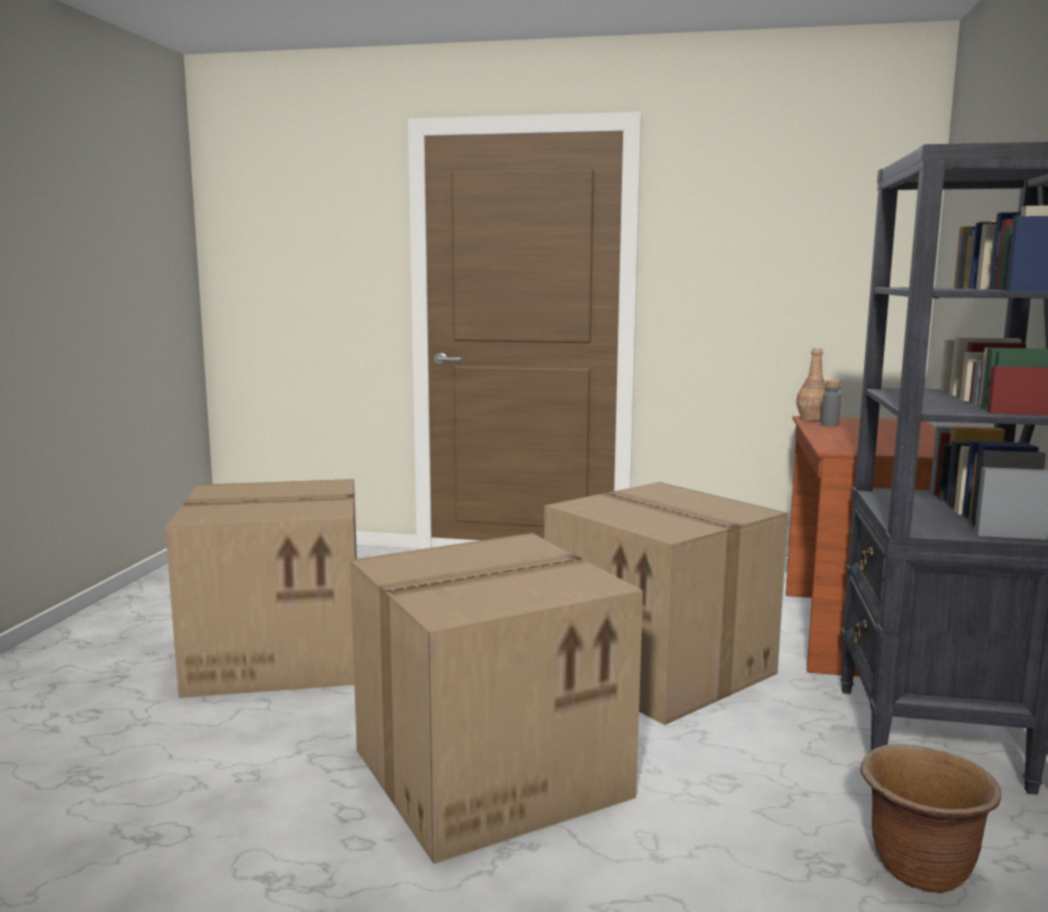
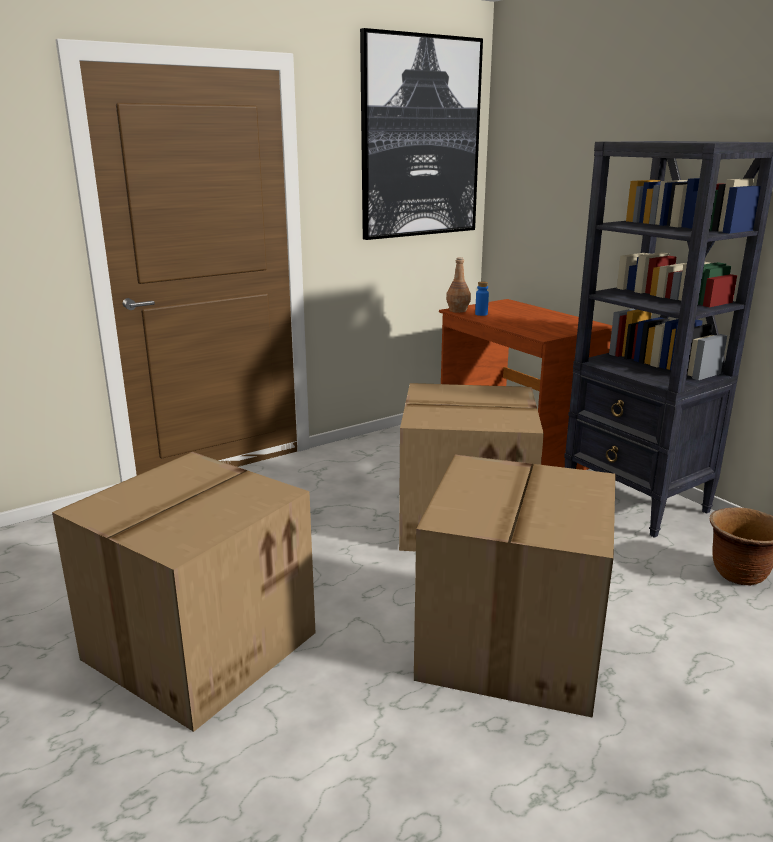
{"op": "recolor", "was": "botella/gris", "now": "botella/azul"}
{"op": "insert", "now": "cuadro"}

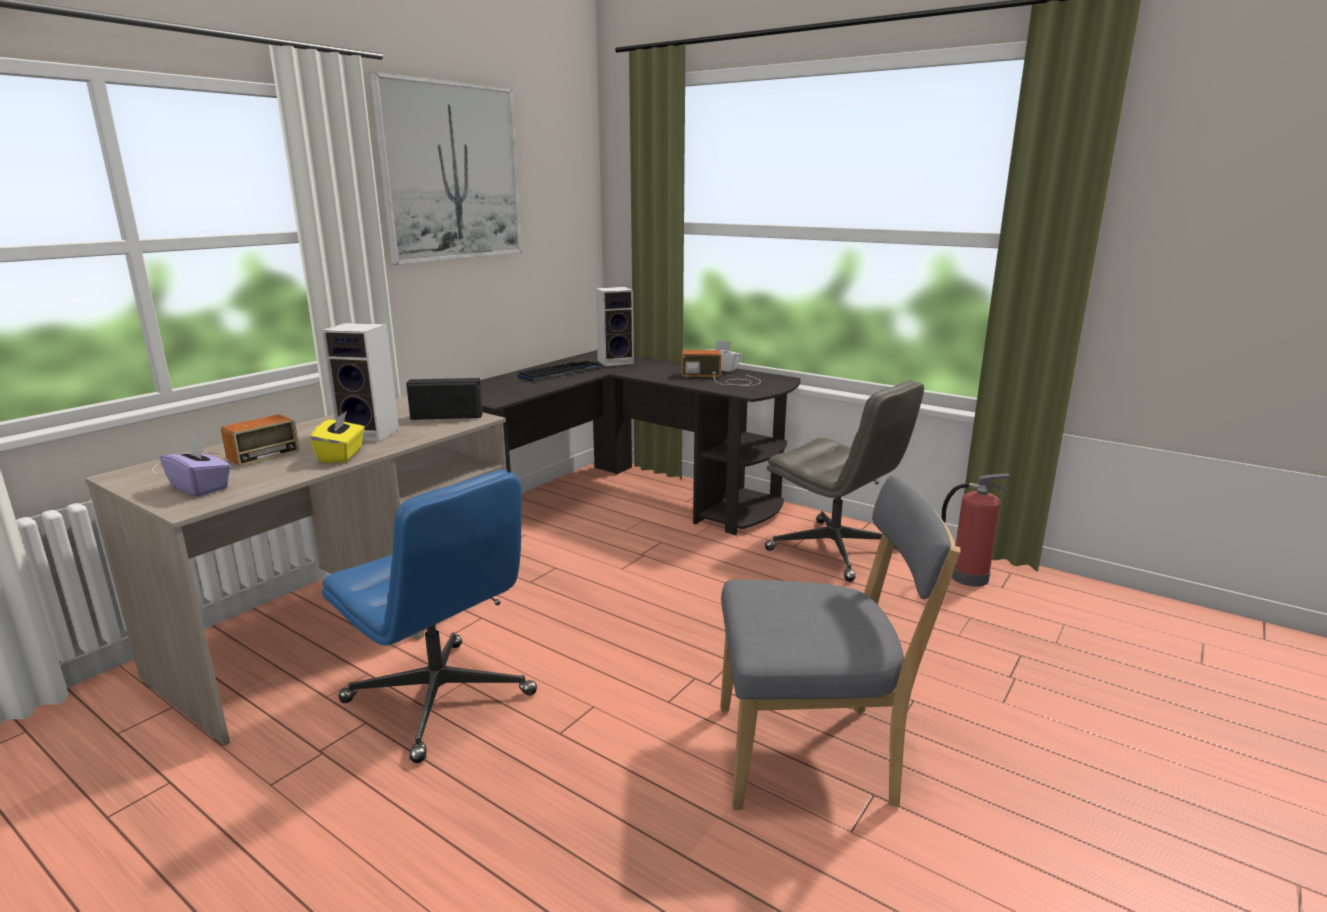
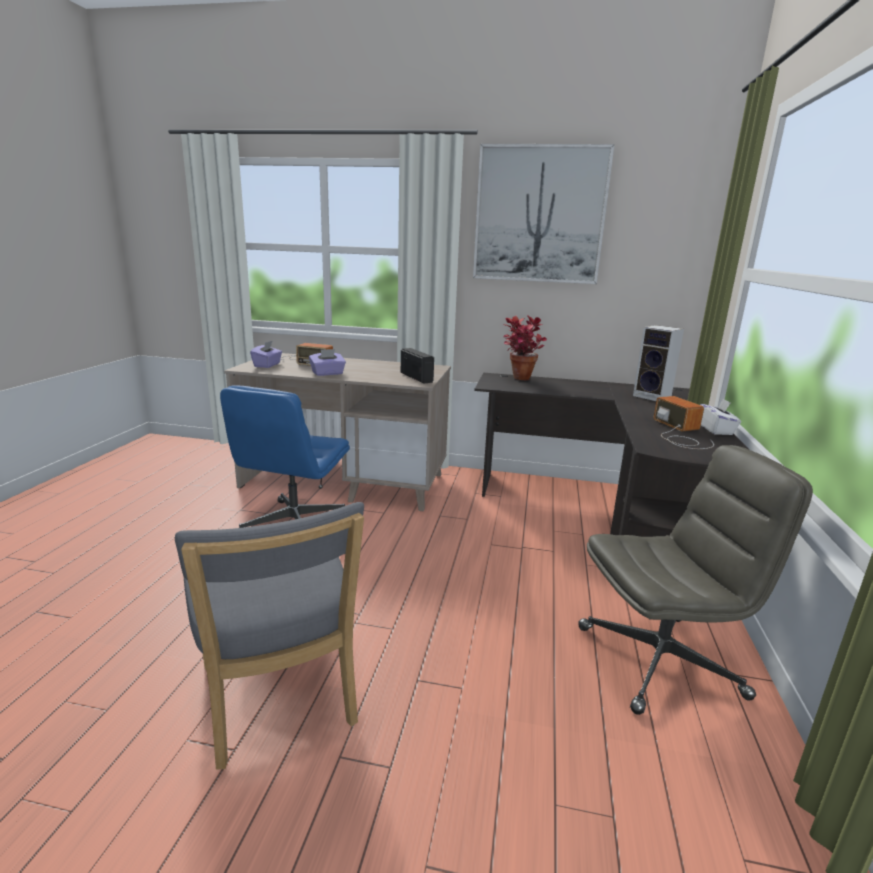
{"op": "delete", "was": "altavoz (1st from left)"}
{"op": "delete", "was": "teclado"}
{"op": "rotate", "was": "silla de oficina/gris", "clockwise": -120}
{"op": "recolor", "was": "caja de pañuelos/amarillo", "now": "caja de pañuelos/morado (2nd from left)"}
{"op": "delete", "was": "extintor"}
{"op": "insert", "now": "planta en maceta"}

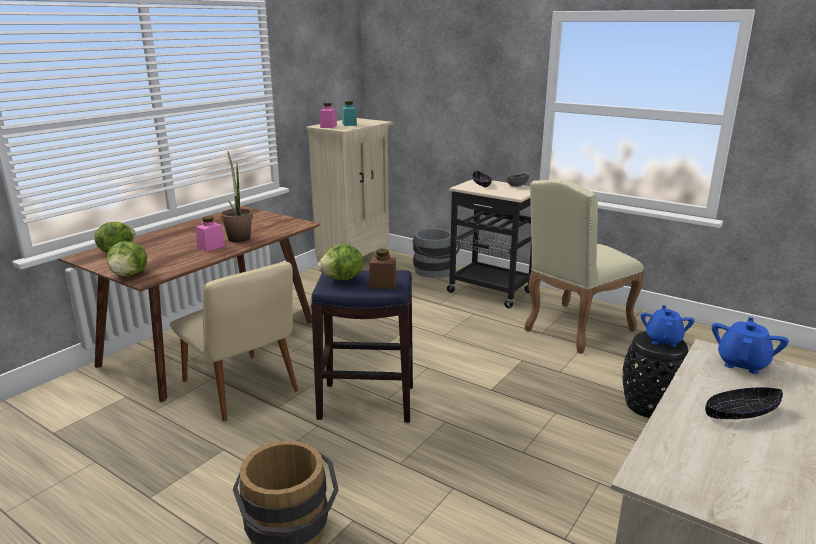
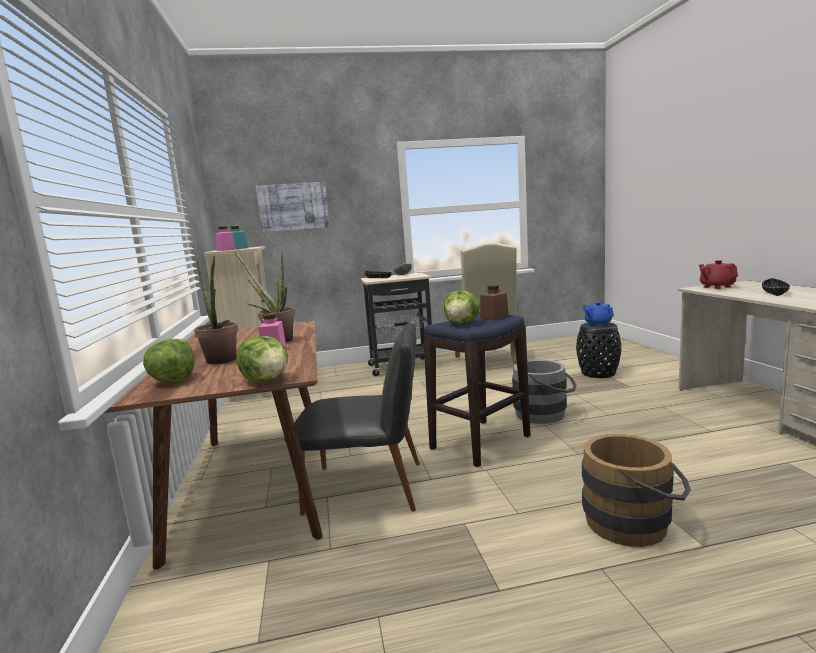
{"op": "move", "was": "cubo/gris"}
{"op": "recolor", "was": "silla/beis (1st from left)", "now": "silla/negro"}
{"op": "recolor", "was": "tetera/azul (2nd from left)", "now": "tetera/rojo"}
{"op": "insert", "now": "cuadro"}
{"op": "insert", "now": "planta en maceta (1st from left)"}

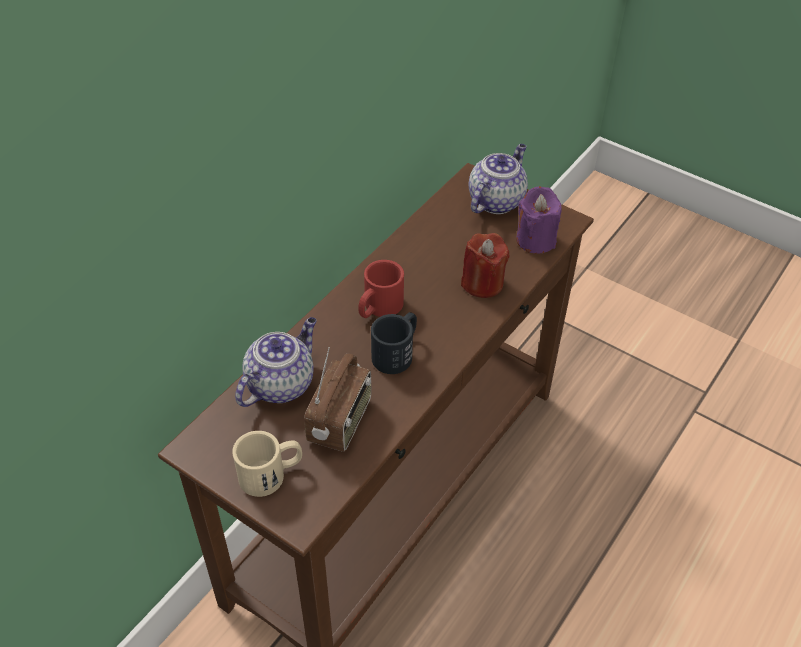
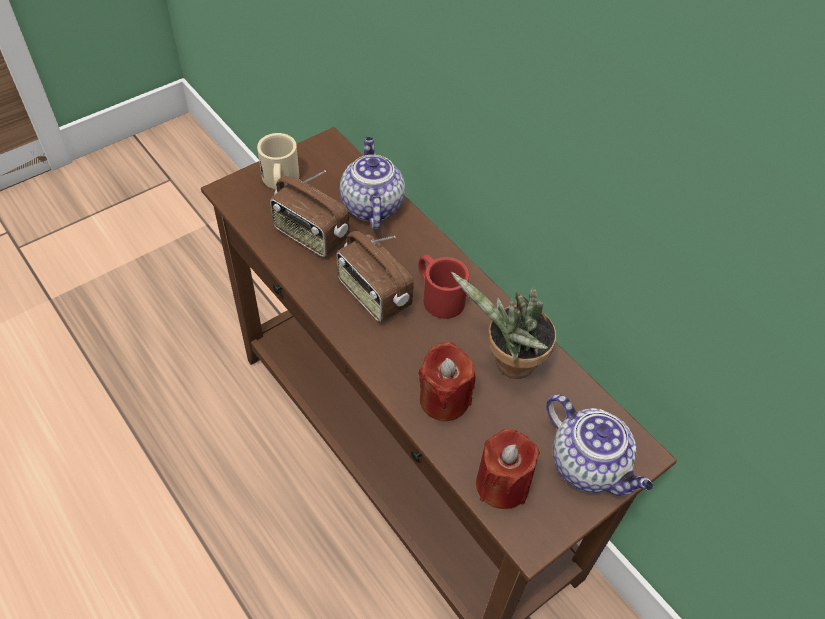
{"op": "recolor", "was": "vela/morado", "now": "vela/rojo (2nd from left)"}
{"op": "replace", "was": "taza grande/negro", "now": "radio (2nd from left)"}
{"op": "rotate", "was": "tetera (1st from left)", "clockwise": -150}
{"op": "insert", "now": "planta en maceta"}

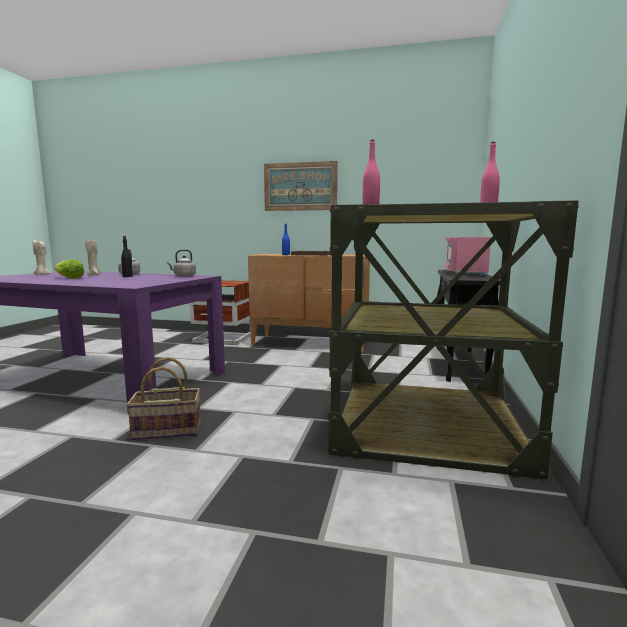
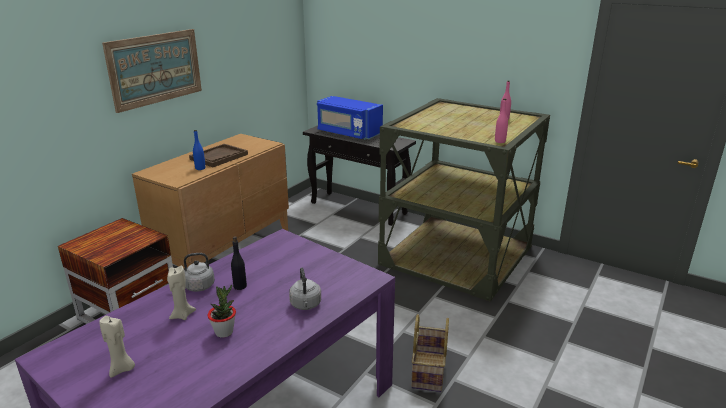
{"op": "recolor", "was": "microondas/rosa", "now": "microondas/azul"}
{"op": "move", "was": "hervidor/gris (2nd from left)"}
{"op": "replace", "was": "lechuga", "now": "planta en maceta"}

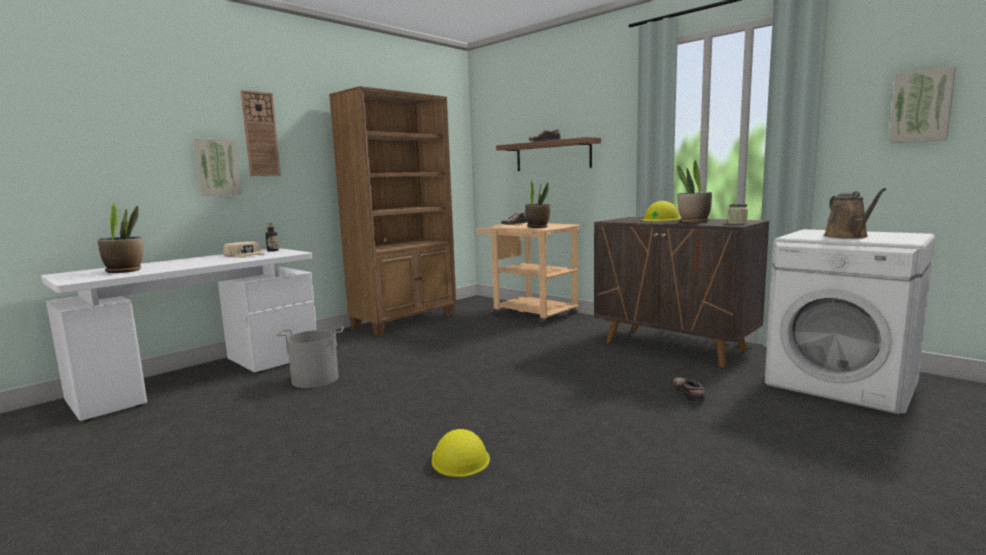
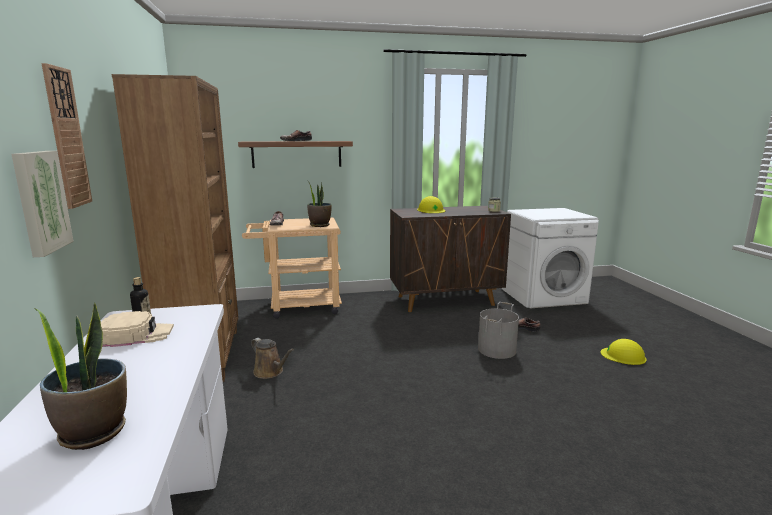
{"op": "delete", "was": "cuadro (2nd from left)"}
{"op": "delete", "was": "planta en maceta (3rd from left)"}
{"op": "move", "was": "regadera/marrón"}
{"op": "move", "was": "cubo/gris"}
{"op": "move", "was": "casco/amarillo (1st from left in the first image)", "now": "casco/amarillo (2nd from left)"}

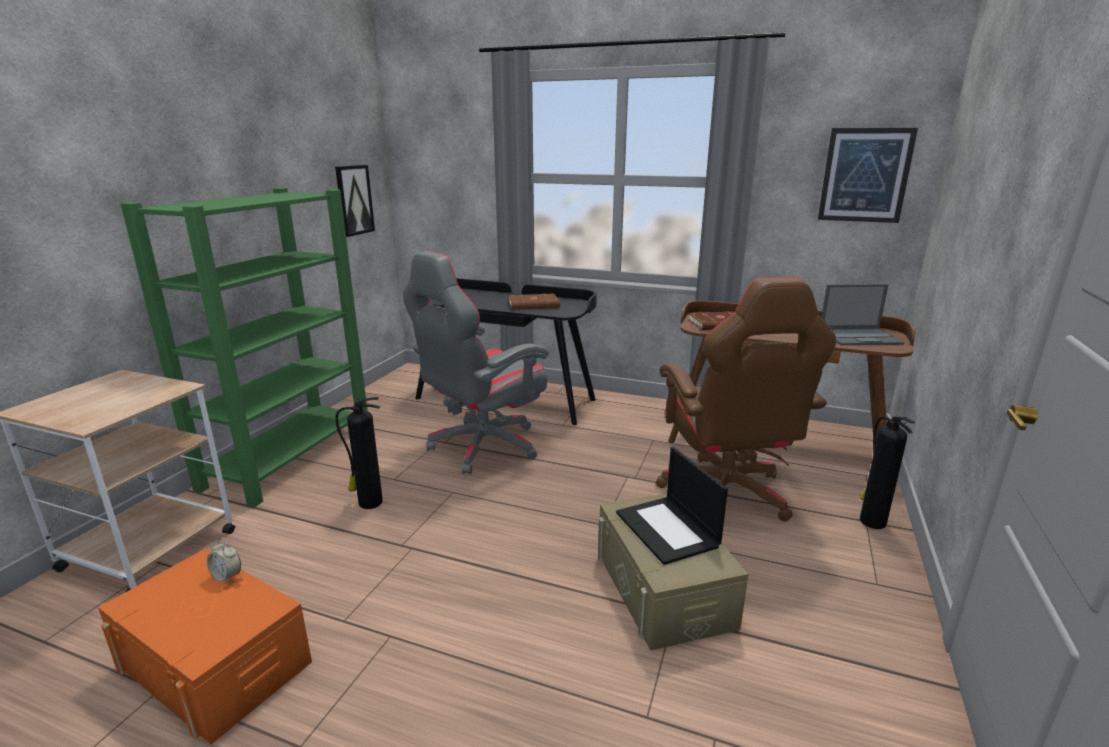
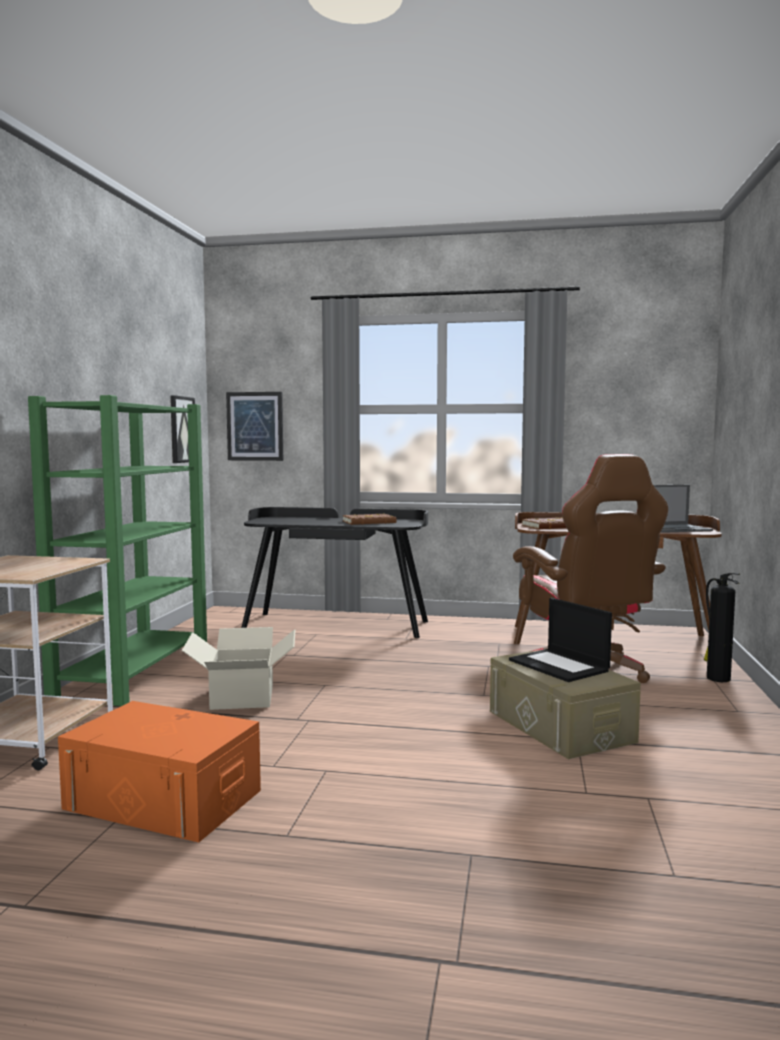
{"op": "move", "was": "cuadro (2nd from left)"}
{"op": "delete", "was": "silla de oficina/gris"}
{"op": "replace", "was": "extintor (1st from left)", "now": "caja de cartón"}
{"op": "delete", "was": "despertador"}

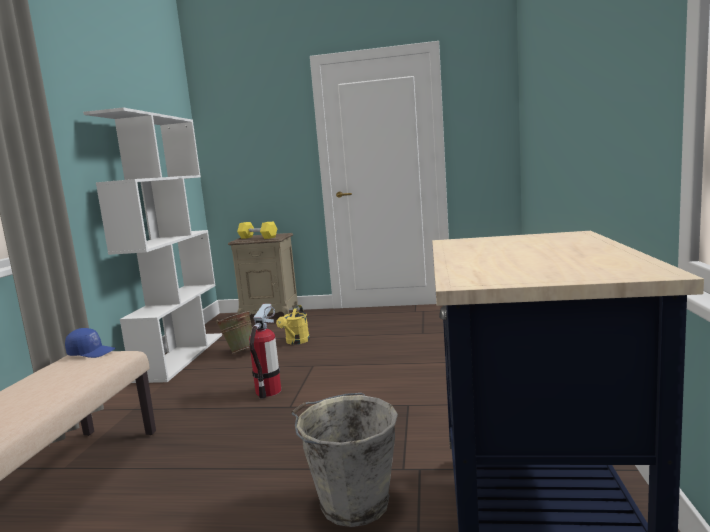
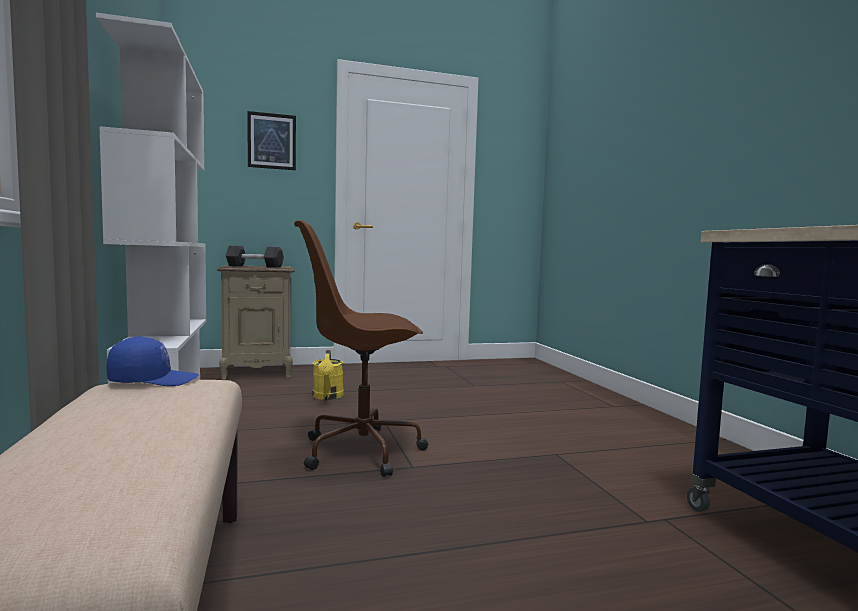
{"op": "recolor", "was": "mancuerna/amarillo", "now": "mancuerna/negro"}
{"op": "replace", "was": "extintor", "now": "silla de oficina/marrón"}
{"op": "delete", "was": "cubo/verde"}
{"op": "delete", "was": "cubo/gris"}
{"op": "insert", "now": "cuadro"}

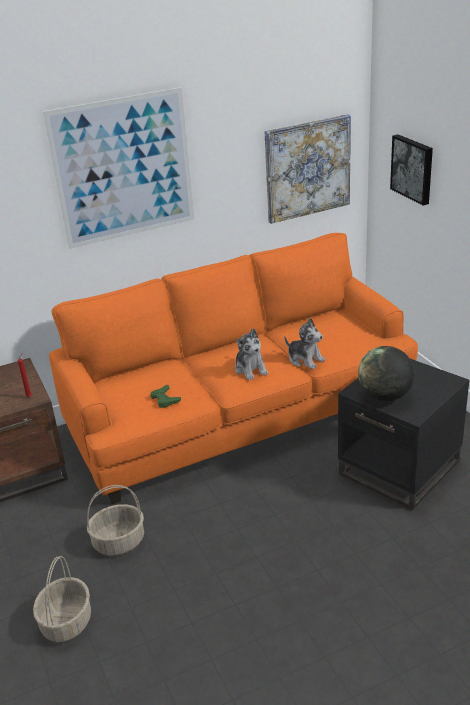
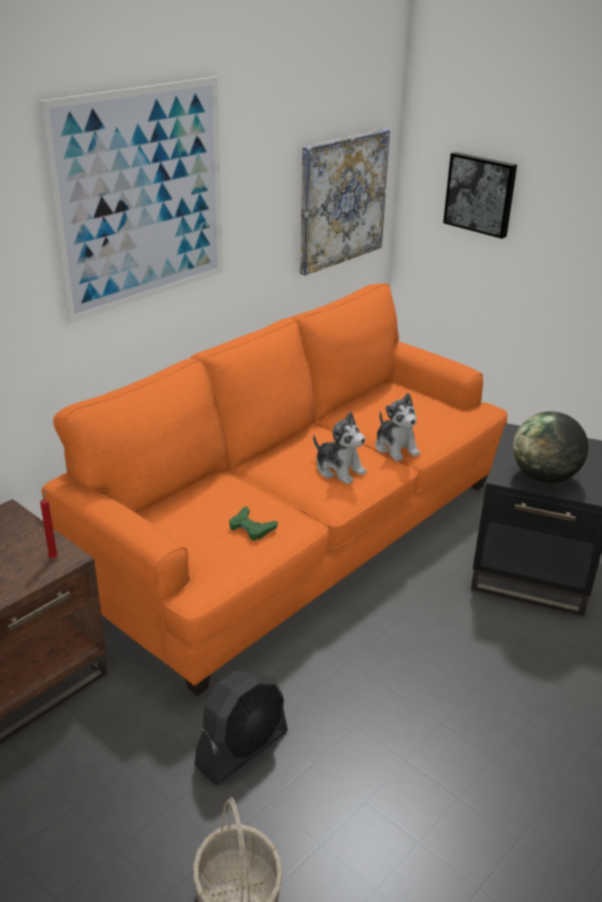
{"op": "rotate", "was": "peluche (2nd from left)", "clockwise": 45}
{"op": "replace", "was": "cesta (2nd from left)", "now": "ventilador/negro"}

